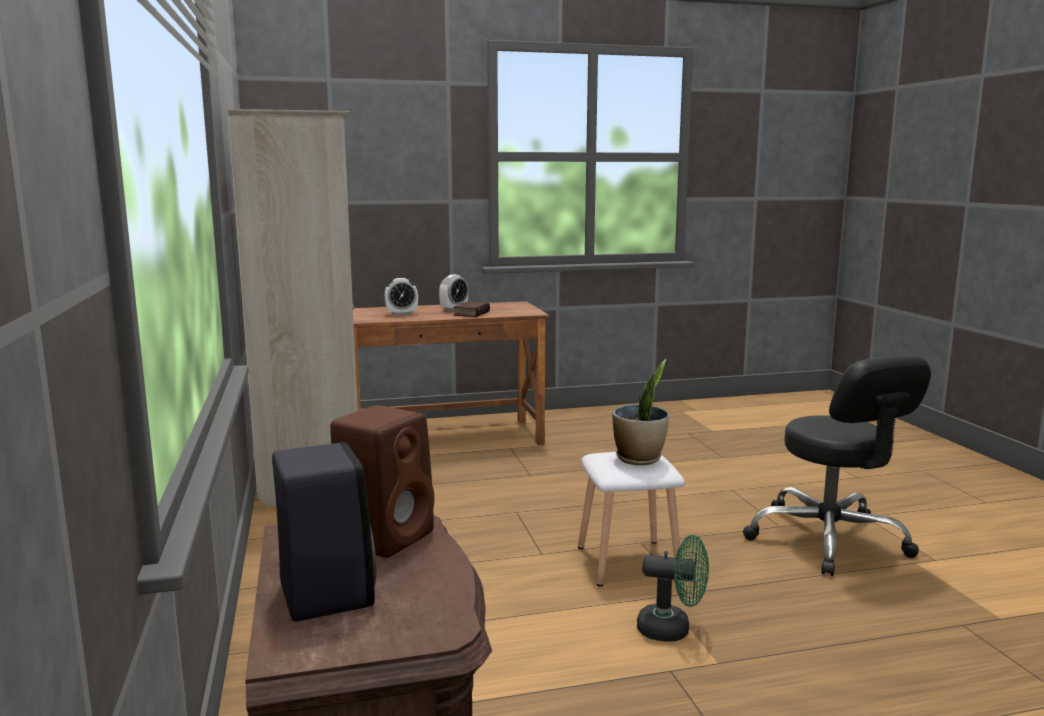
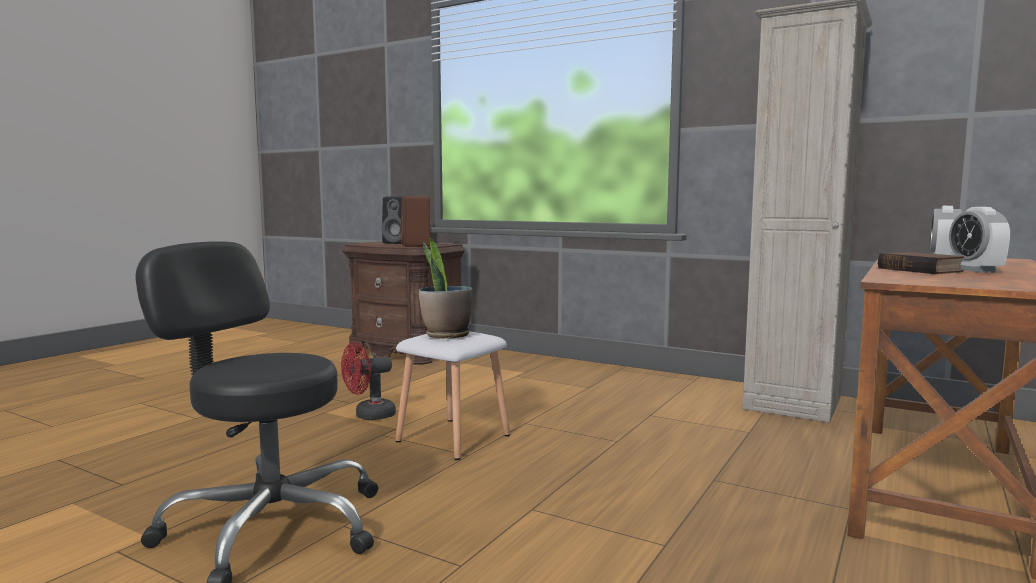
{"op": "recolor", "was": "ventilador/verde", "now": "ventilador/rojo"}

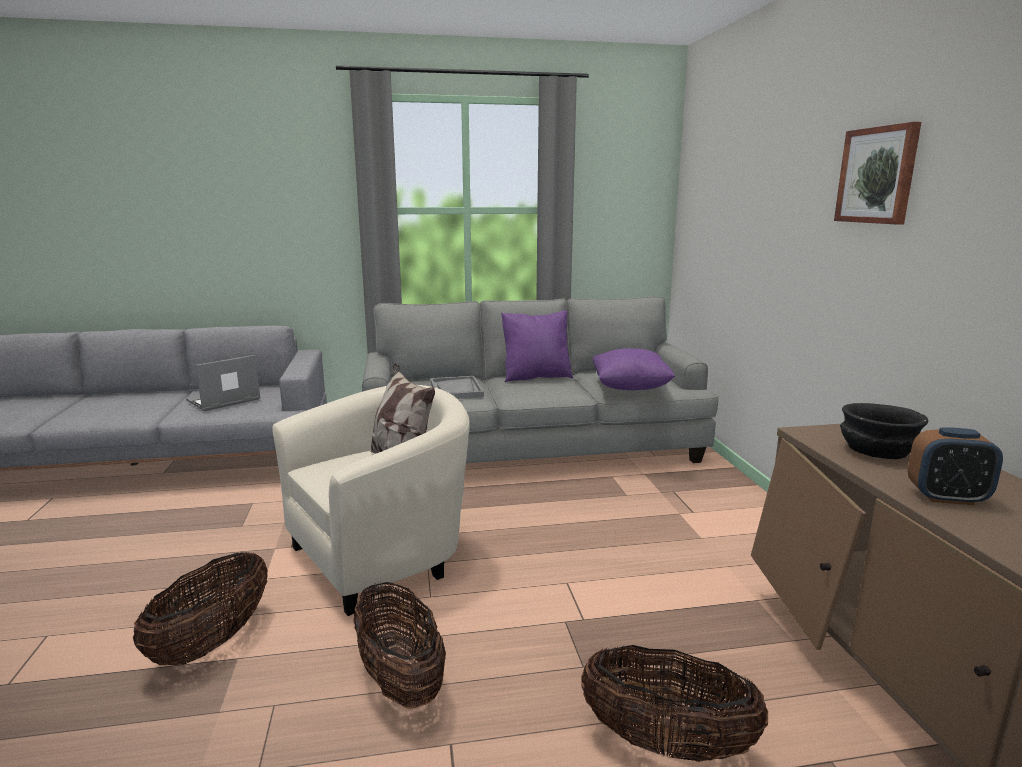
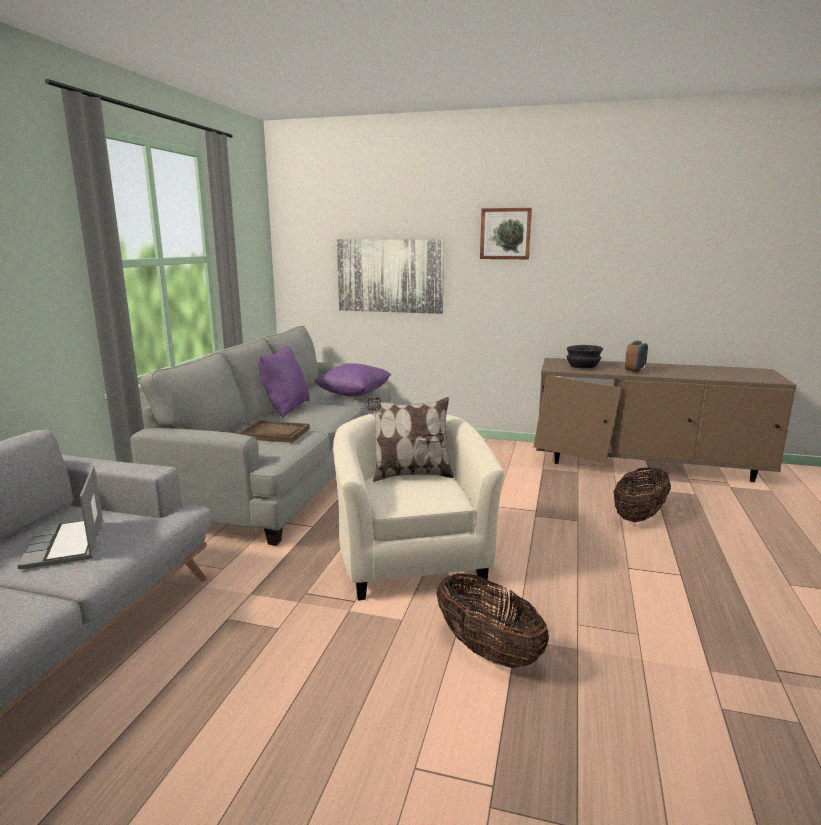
{"op": "recolor", "was": "bandeja/gris", "now": "bandeja/marrón"}
{"op": "delete", "was": "cesta (2nd from left)"}
{"op": "insert", "now": "cuadro (1st from left)"}

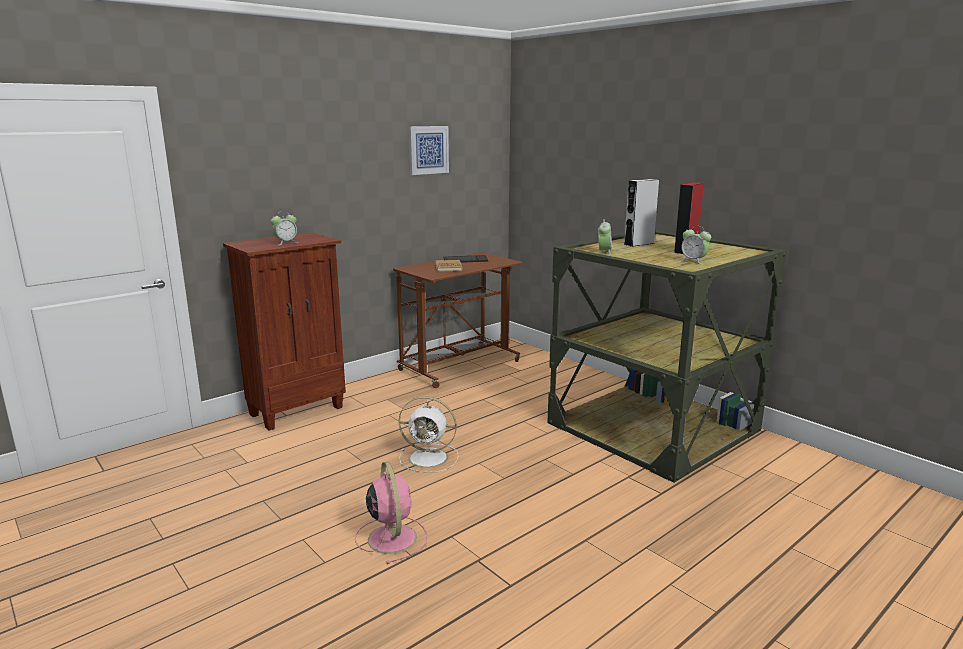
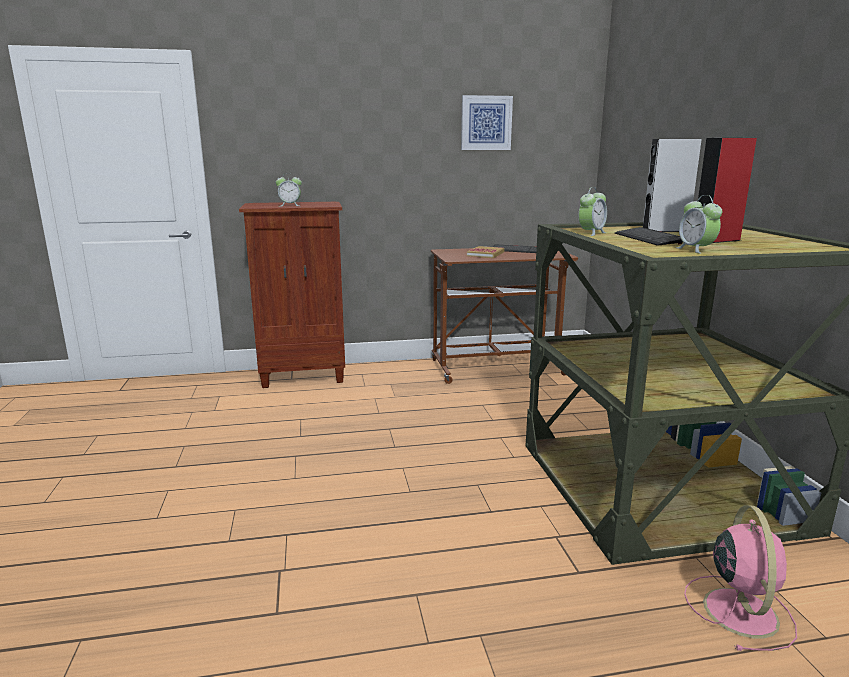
{"op": "delete", "was": "ventilador/blanco"}
{"op": "move", "was": "ventilador/rosa"}
{"op": "insert", "now": "teclado (2nd from left)"}

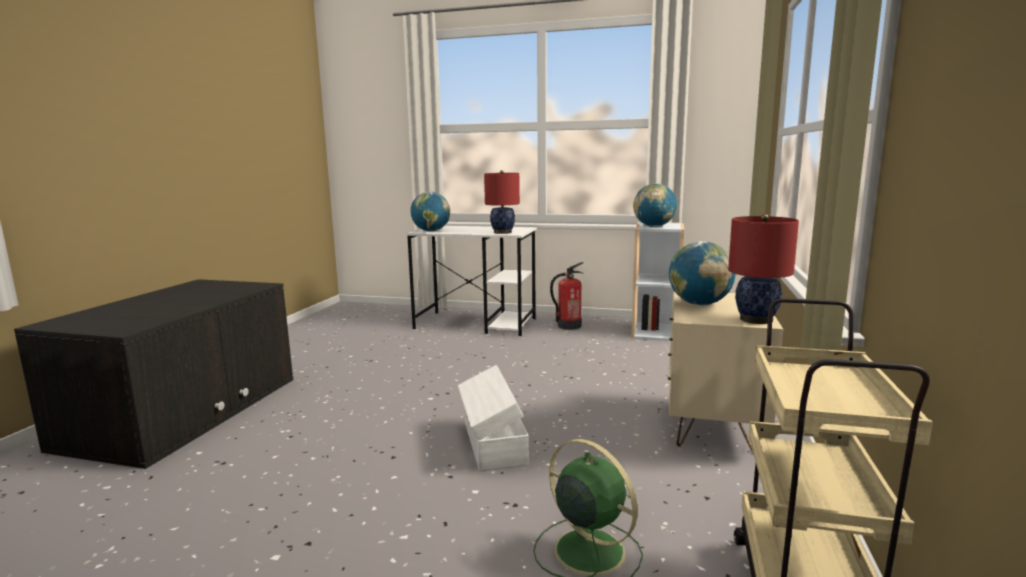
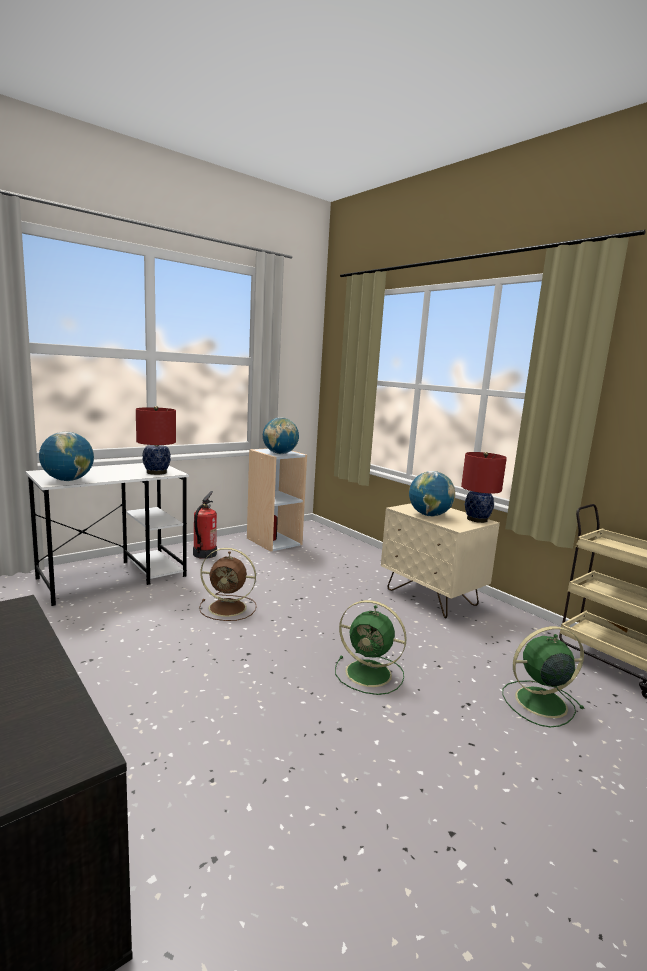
{"op": "replace", "was": "caja de almacenaje/blanco", "now": "ventilador/verde (1st from left)"}
{"op": "insert", "now": "ventilador/marrón"}

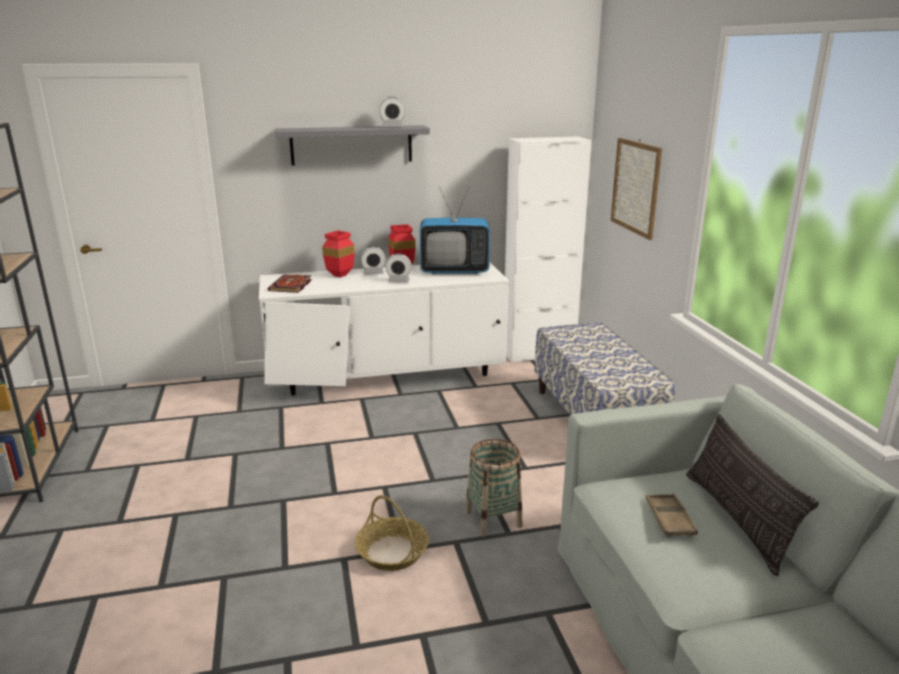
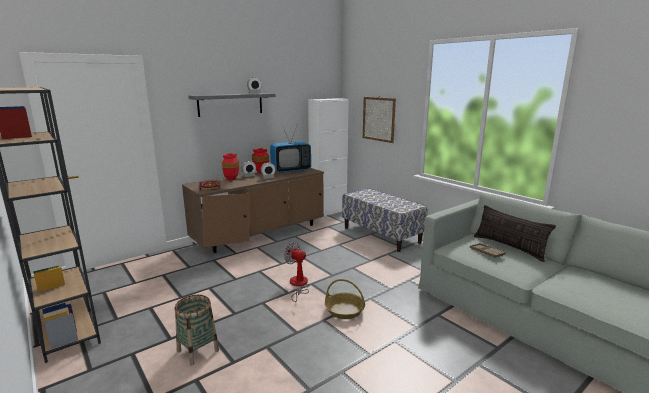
{"op": "recolor", "was": "mueble de televisión/blanco", "now": "mueble de televisión/marrón"}
{"op": "move", "was": "cesta (2nd from left in the first image)", "now": "cesta (1st from left)"}
{"op": "insert", "now": "ventilador"}

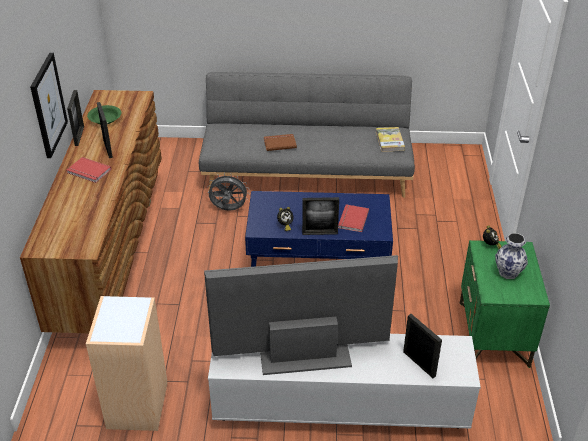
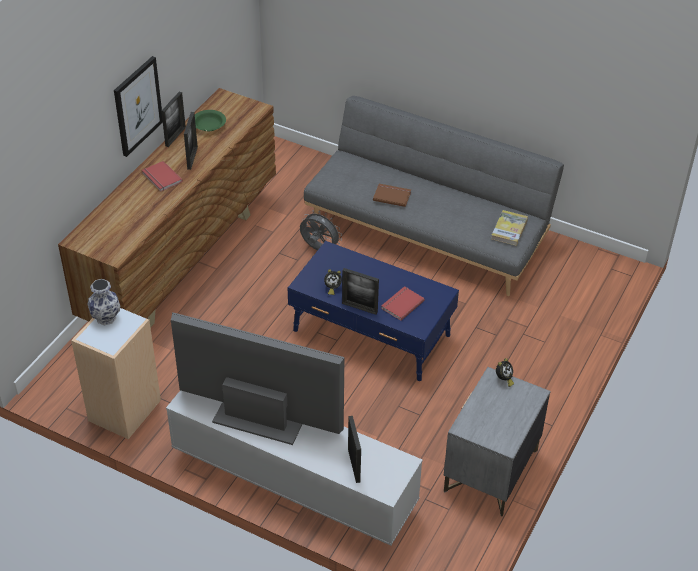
{"op": "move", "was": "florero"}
{"op": "recolor", "was": "mesita de noche/verde", "now": "mesita de noche/gris"}

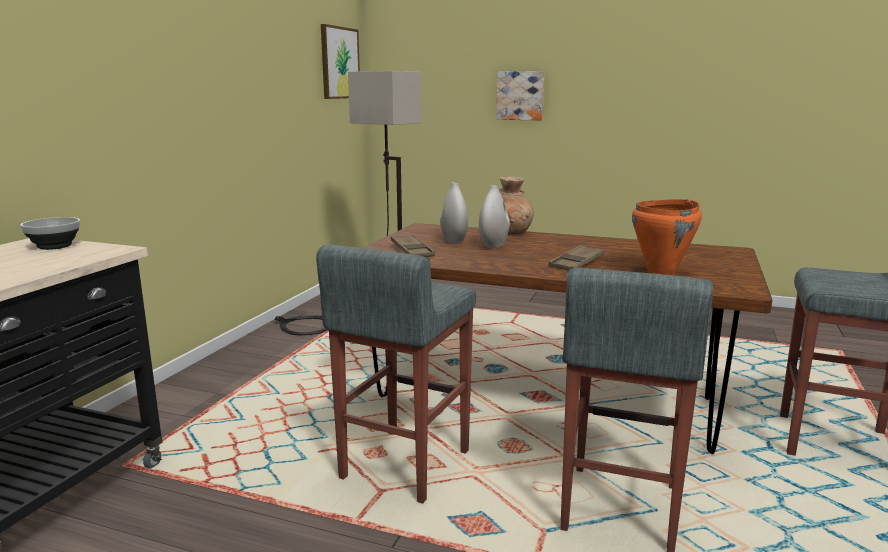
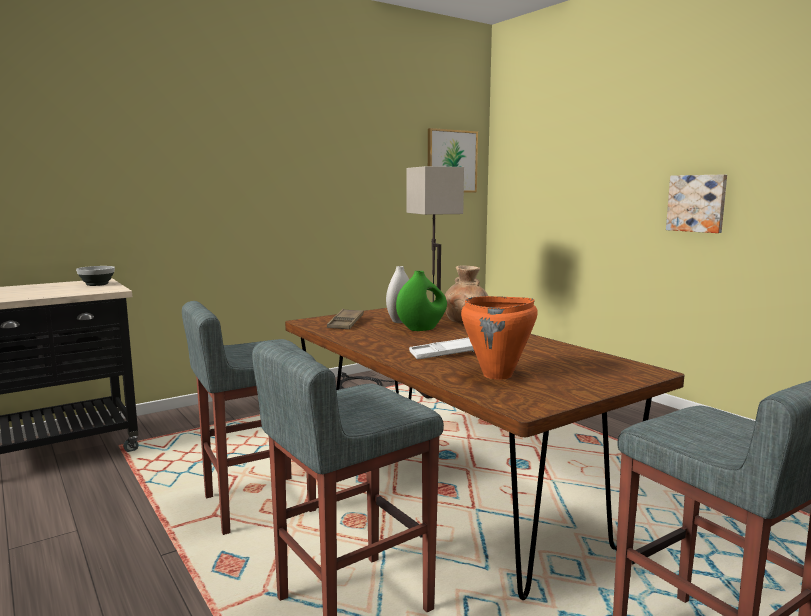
{"op": "move", "was": "cuadro (2nd from left)"}
{"op": "recolor", "was": "florero/blanco (2nd from left)", "now": "florero/verde"}
{"op": "recolor", "was": "bandeja/marrón (2nd from left)", "now": "bandeja/blanco"}

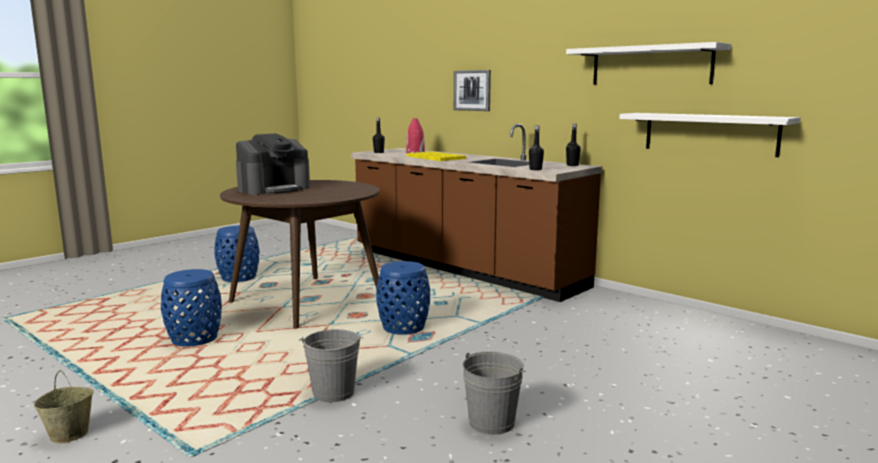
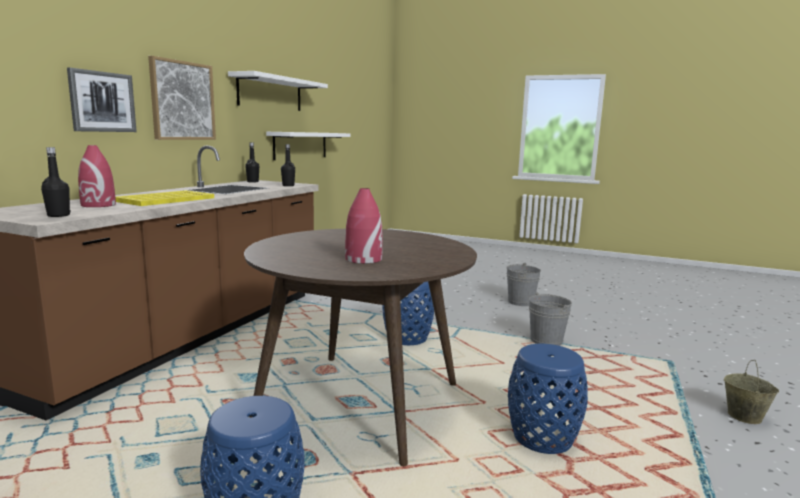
{"op": "replace", "was": "cafetera", "now": "florero/rojo (2nd from left)"}
{"op": "insert", "now": "cuadro (2nd from left)"}

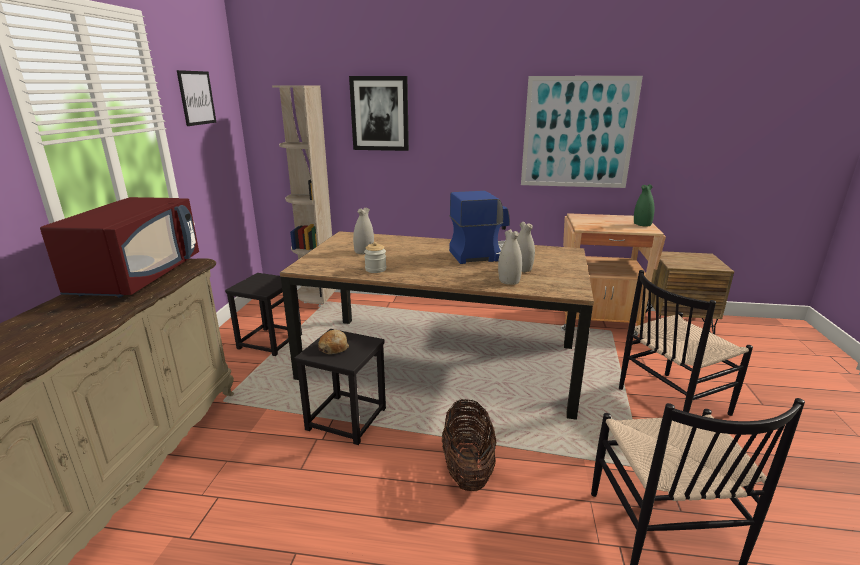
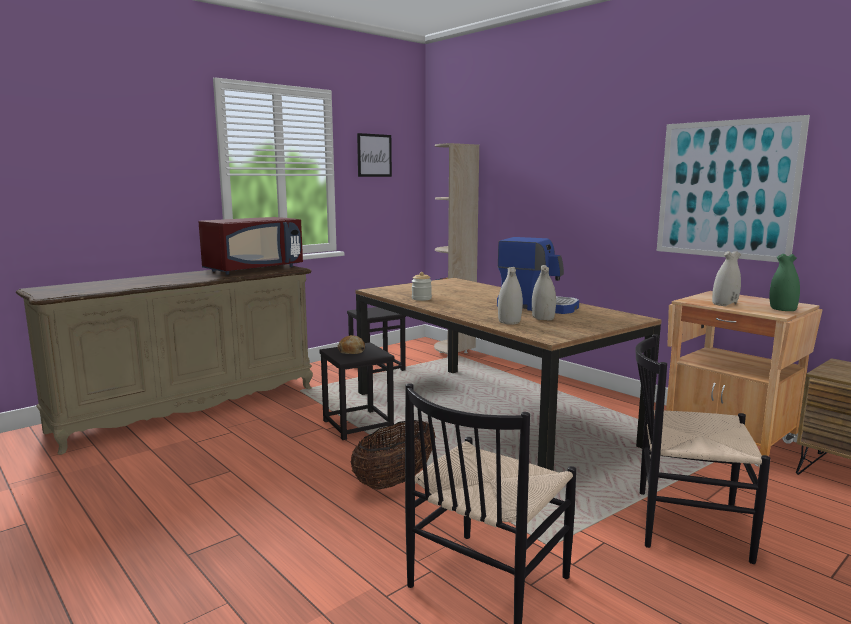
{"op": "delete", "was": "cuadro (2nd from left)"}
{"op": "move", "was": "florero/blanco (1st from left in the first image)", "now": "florero/blanco (3rd from left)"}

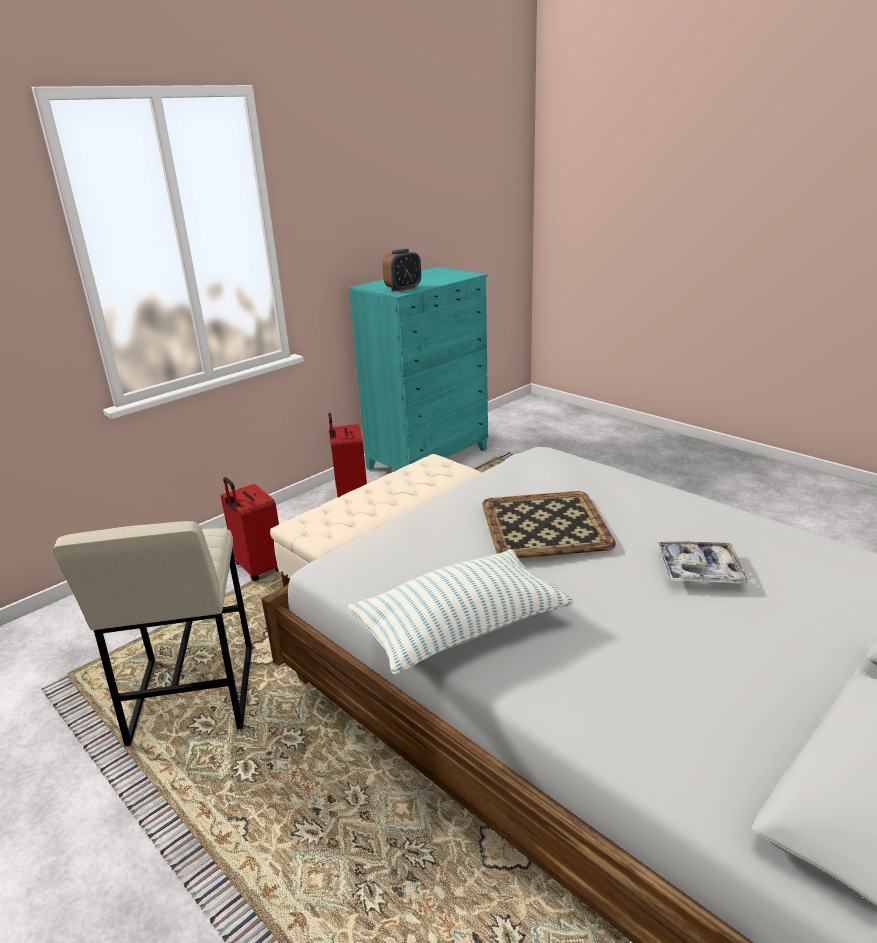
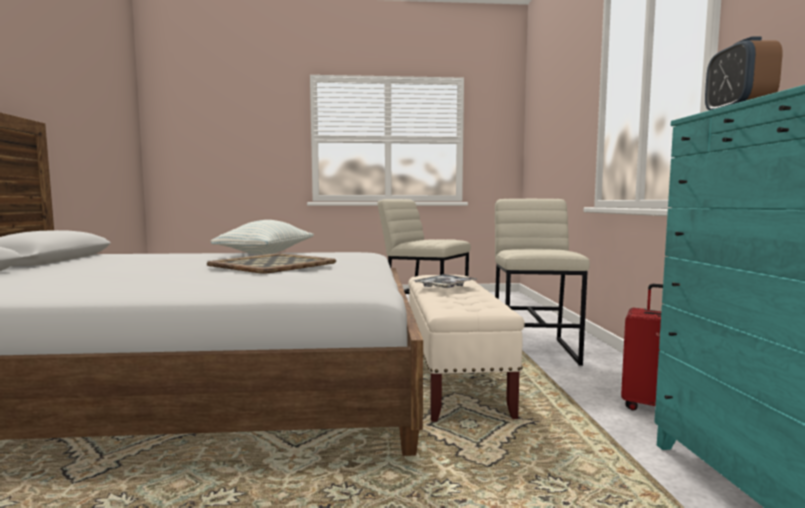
{"op": "replace", "was": "maleta/rojo (1st from left)", "now": "silla/beis (2nd from left)"}
{"op": "move", "was": "bandeja (2nd from left)"}

